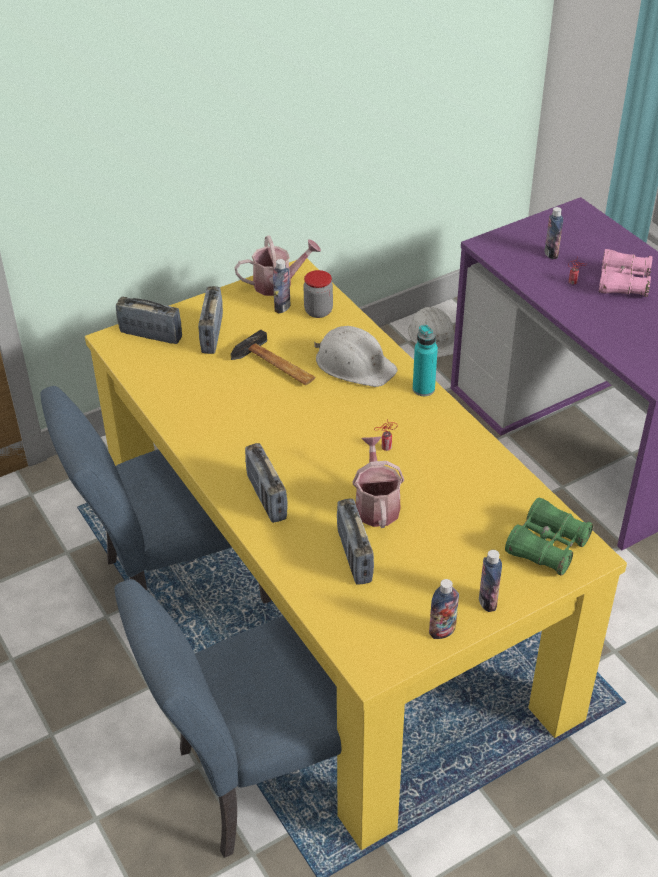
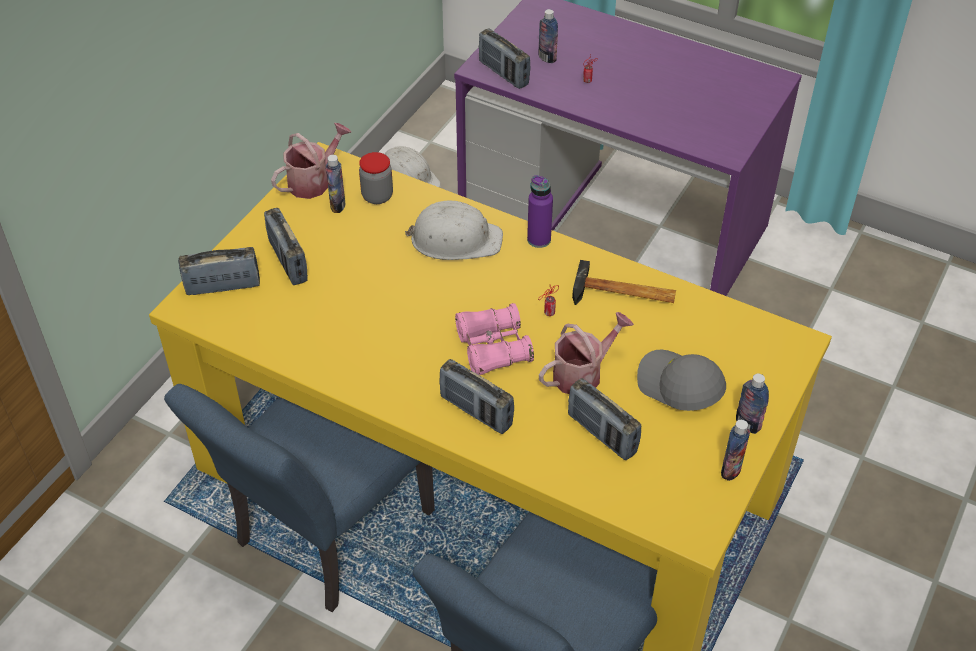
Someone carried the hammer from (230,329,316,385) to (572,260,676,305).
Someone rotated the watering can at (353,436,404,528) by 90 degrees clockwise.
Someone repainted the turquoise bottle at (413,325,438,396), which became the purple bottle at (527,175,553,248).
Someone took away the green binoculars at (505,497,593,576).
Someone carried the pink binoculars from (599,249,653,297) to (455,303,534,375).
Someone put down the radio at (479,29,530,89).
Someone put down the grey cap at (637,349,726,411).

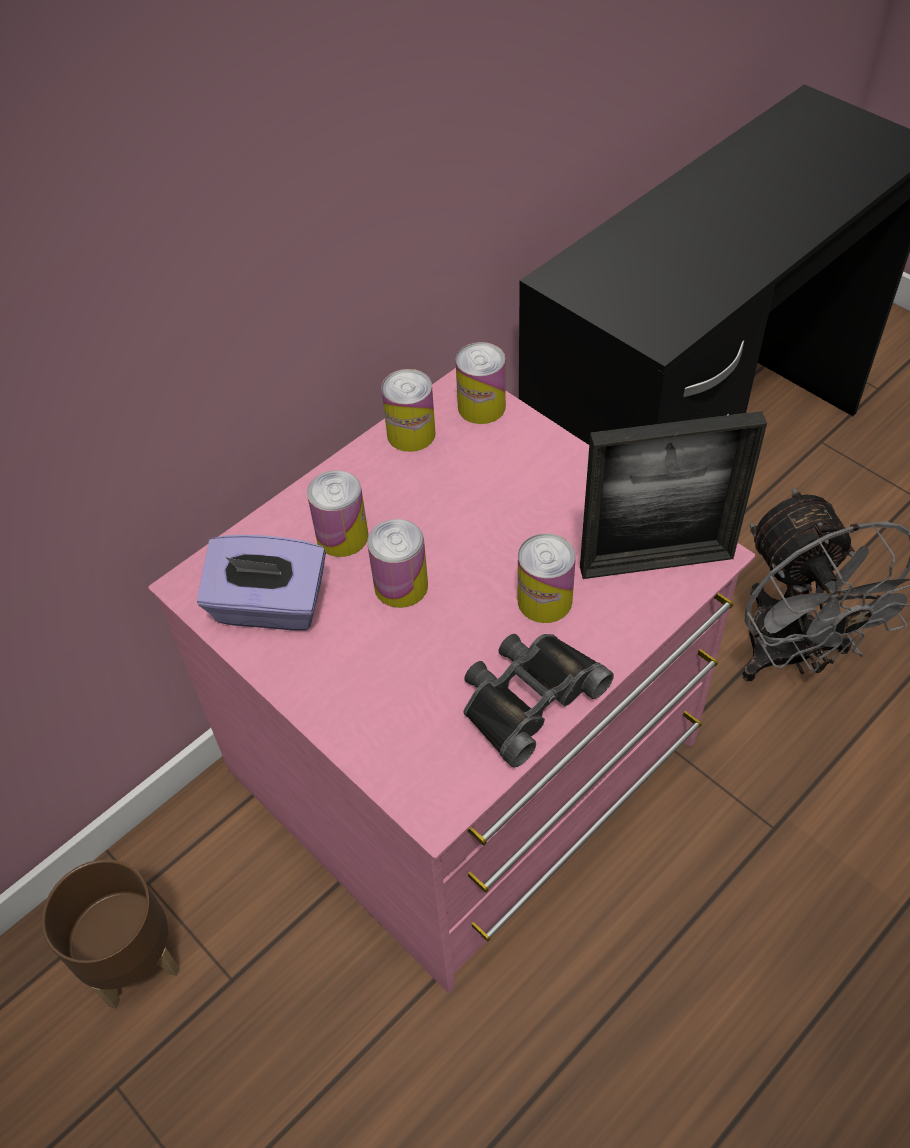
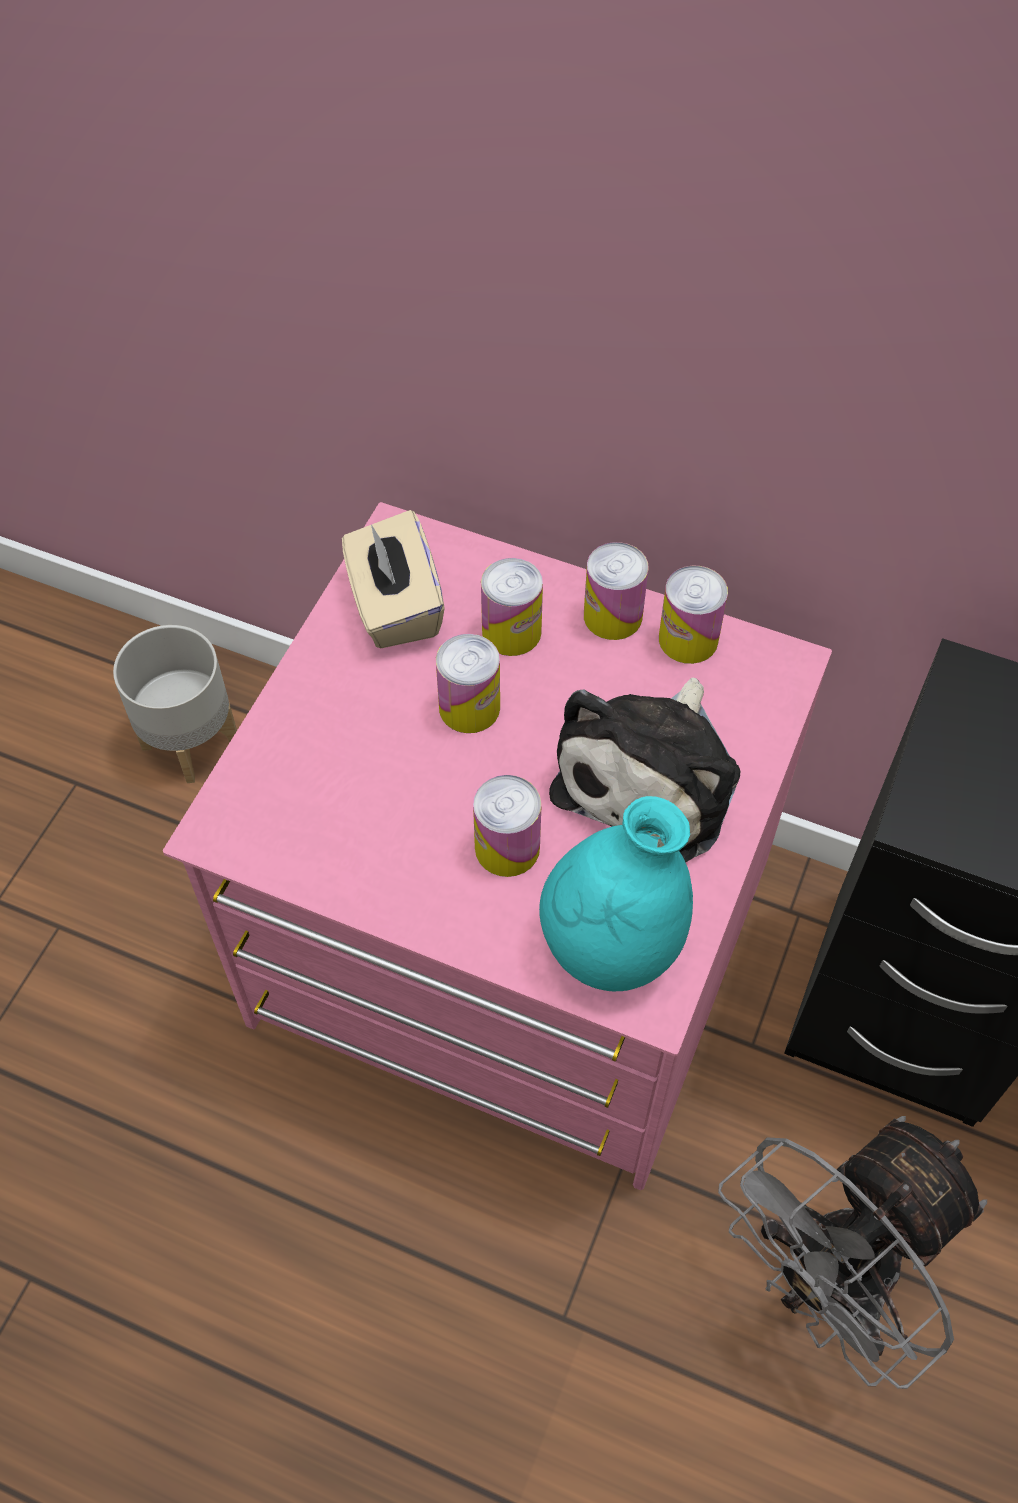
Someone repainted the brown planter at (42,859,180,1009), which became the grey planter at (113,625,237,783).
Someone repainted the purple tissue box at (197,535,326,630), which became the beige tissue box at (342,510,445,648).
Someone carried the can from (455,342,506,424) to (584,542,648,640).
Someone took away the black binoculars at (463,634,614,767).
Someone swapped the picture frame at (580,411,767,579) for the turquoise vase at (539,796,693,991).
Someone put down the plush toy at (549,678,740,862).

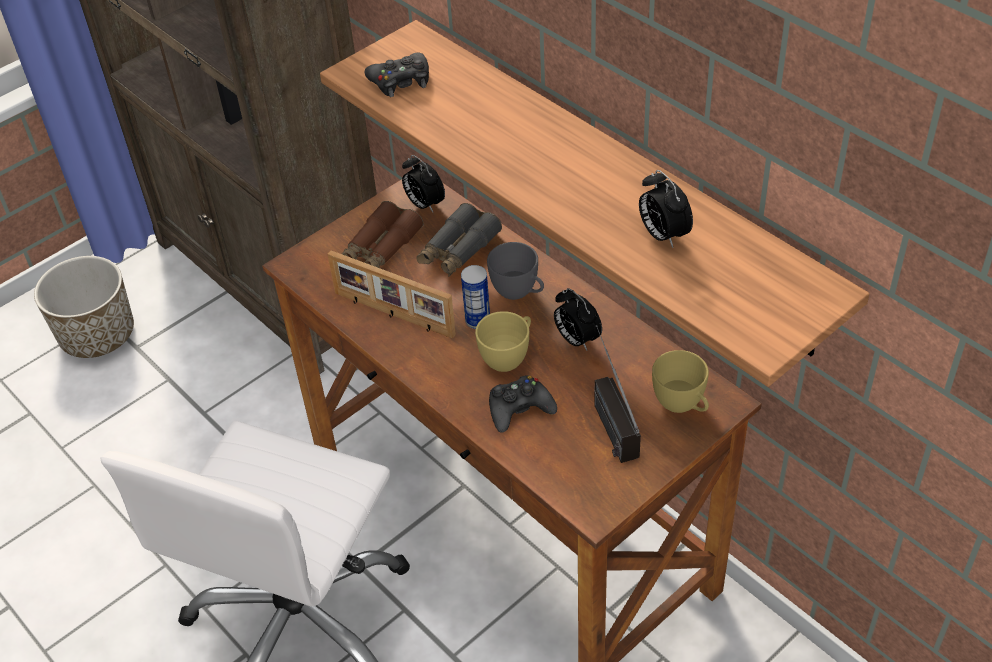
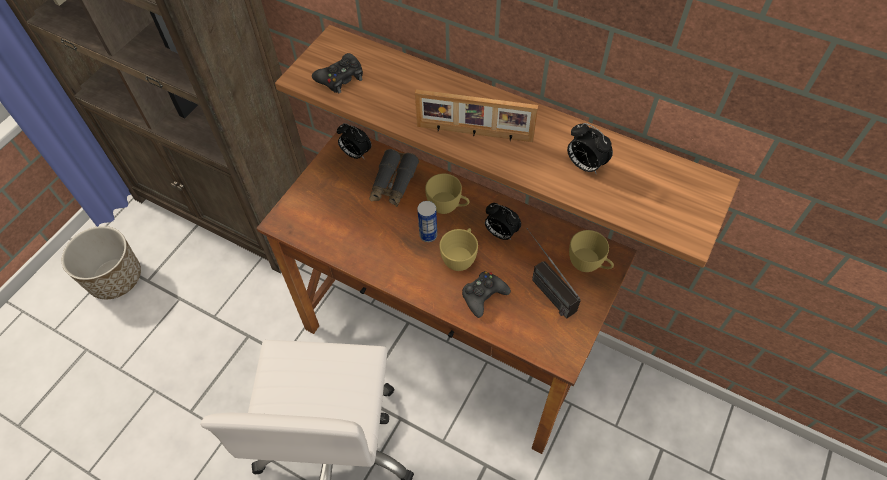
Someone carried the picture frame from (327,250,456,339) to (415,90,538,142).
Someone took away the brown binoculars at (342,201,423,268).
Someone repainted the grey cup at (487,242,544,300), which became the yellow cup at (425,173,469,214).

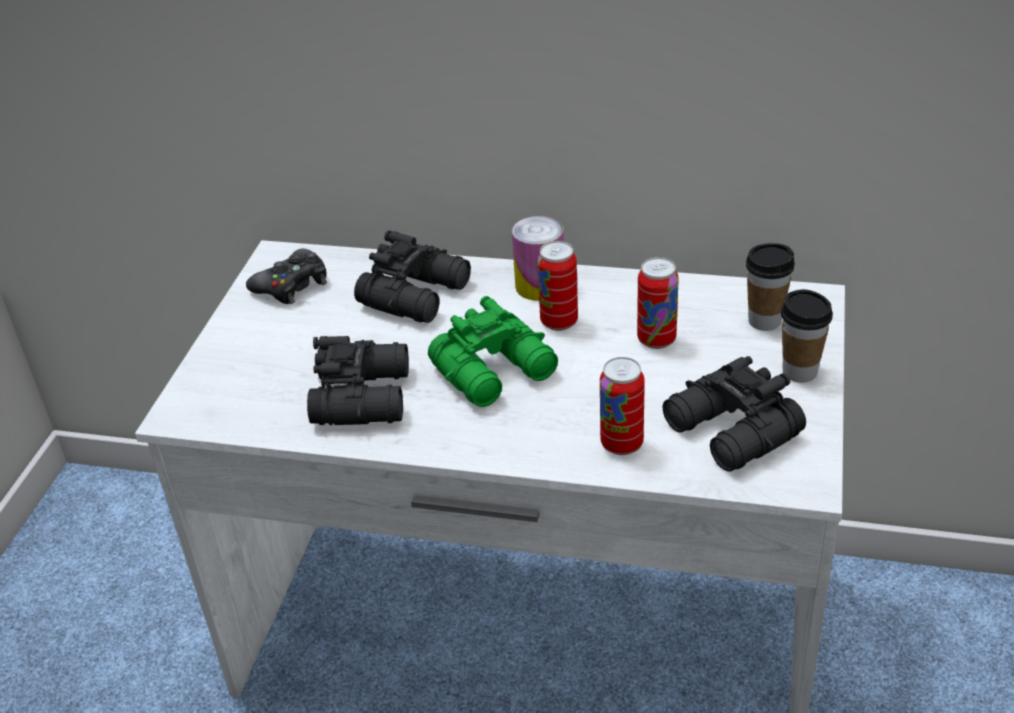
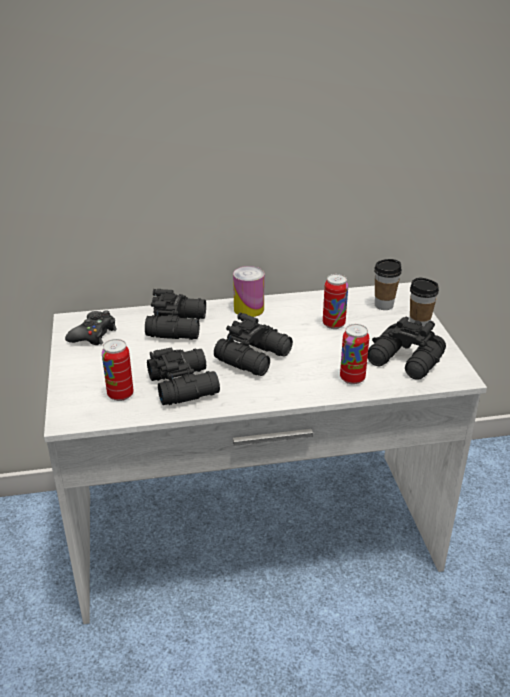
Someone repainted the green binoculars at (428,296,558,407), which became the black binoculars at (214,312,293,376).
Someone carried the can from (537,241,578,331) to (102,339,134,401).

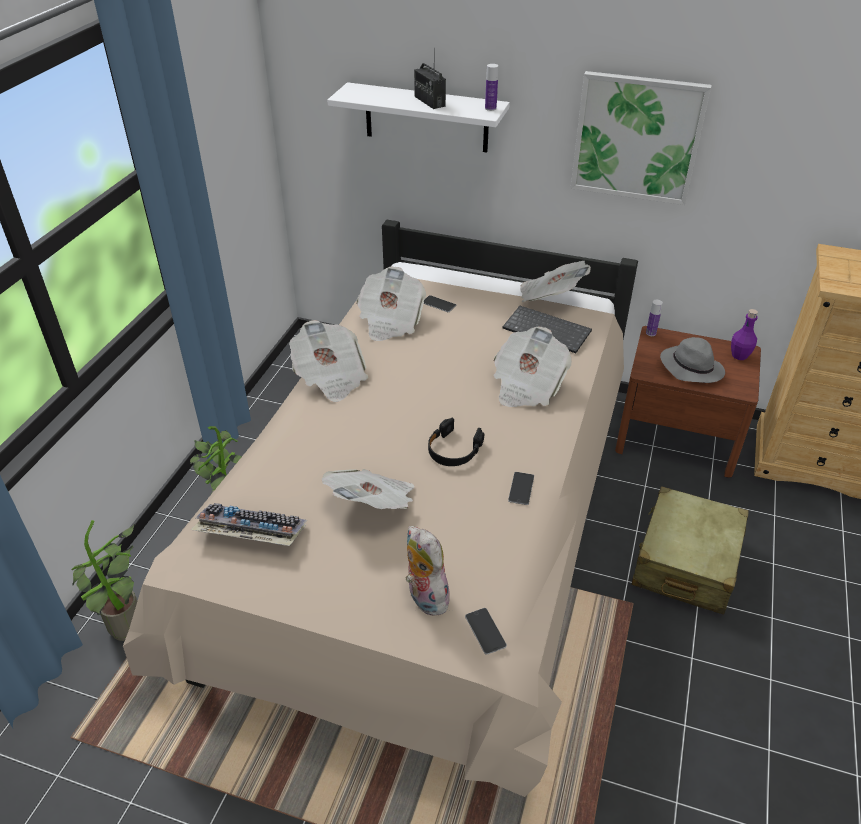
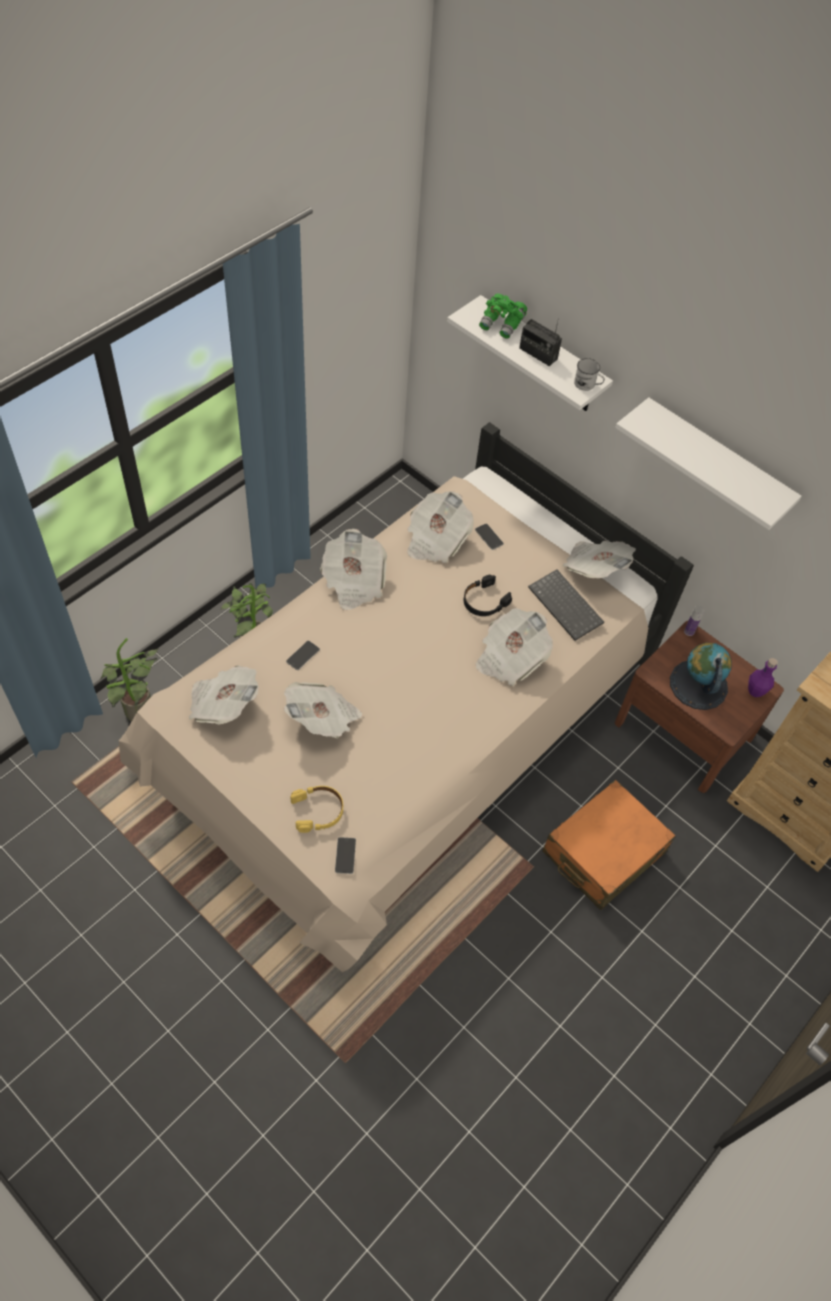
Someone swapped the keyboard at (190,503,307,546) for the newspaper at (189,665,259,725).
Someone swapped the plush toy at (406,526,450,616) for the yellow headphones at (290,786,343,833).
Someone rotated the radio at (414,47,446,109) by 45 degrees counterclockwise.
Someone carried the black headphones from (428,418,484,466) to (464,575,512,616).
Someone swapped the bottle at (485,64,498,111) for the white mug at (574,358,605,391).
Someone carried the phone from (508,472,534,505) to (286,641,320,670).
Someone swapped the picture at (570,71,712,205) for the white shelf at (615,397,802,530).
Someone repainted the beige suitcase at (632,486,749,615), which became the orange suitcase at (542,780,676,910).
Someone swapped the grey hat at (660,337,725,383) for the globe at (670,643,731,710).
Someone put down the green binoculars at (479,294,527,339).

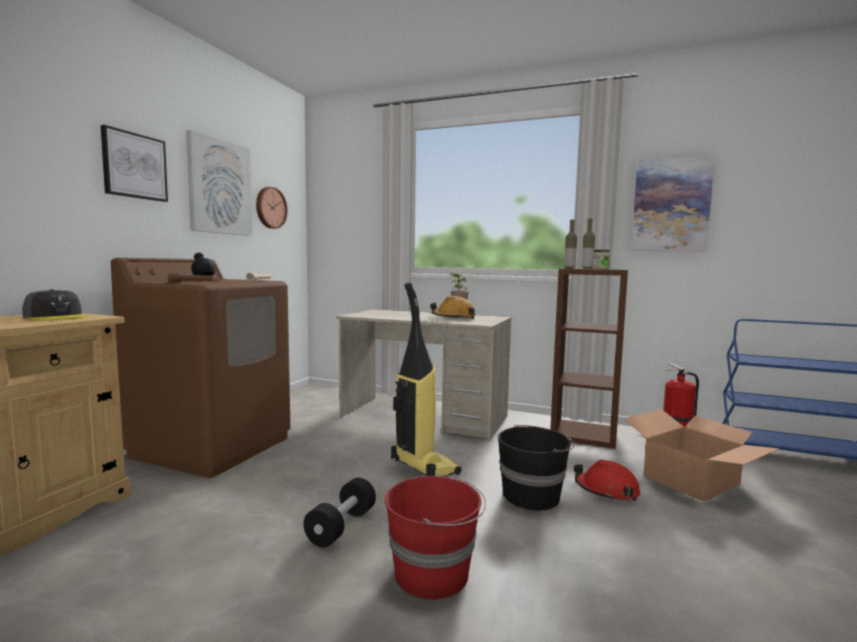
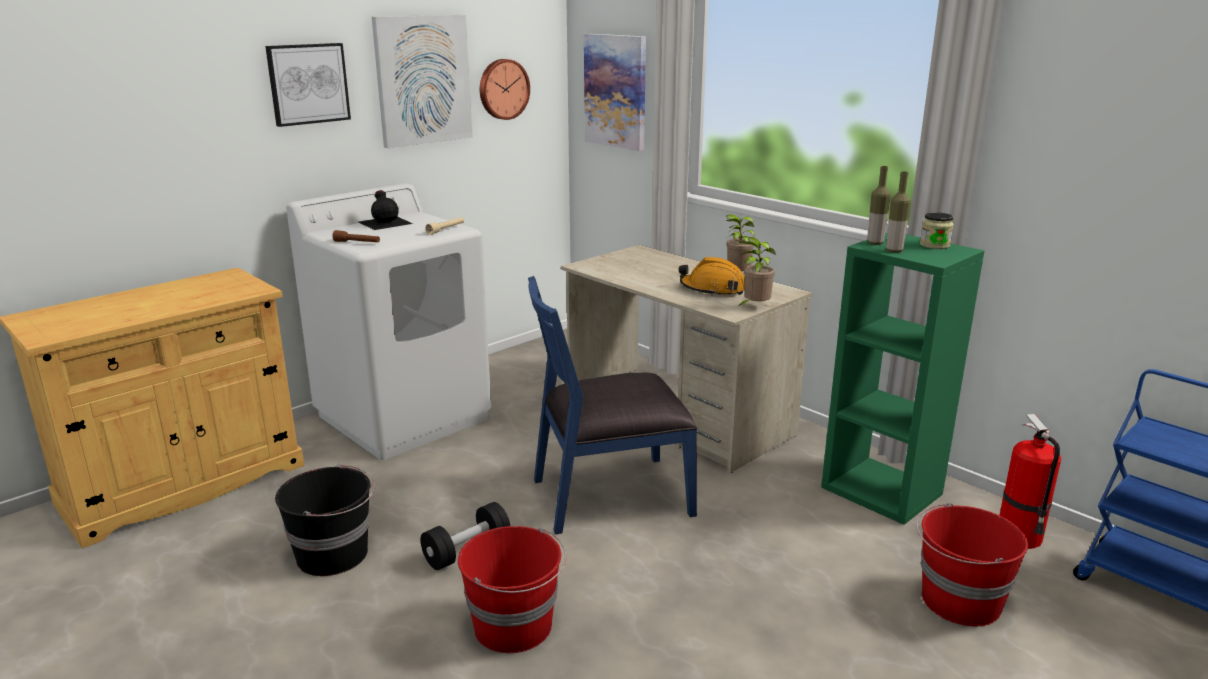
Someone took away the grey cap at (22,289,89,321).
Someone repainted the brown washing machine at (111,258,290,478), which became the white washing machine at (286,183,491,460).
Someone swapped the vacuum cleaner at (391,282,462,477) for the blue chair at (528,276,697,534).
Someone carried the black bucket from (498,425,575,511) to (275,464,375,576).
Someone repainted the brown bookcase at (550,268,628,449), which became the green bookcase at (821,233,984,525).
Someone took away the red hard hat at (574,460,640,501).
Someone swapped the cardboard box at (624,409,779,502) for the red bucket at (916,503,1028,626).
Someone carried the picture from (631,156,715,251) to (584,34,646,151).
Someone put down the potted plant at (739,237,776,306).

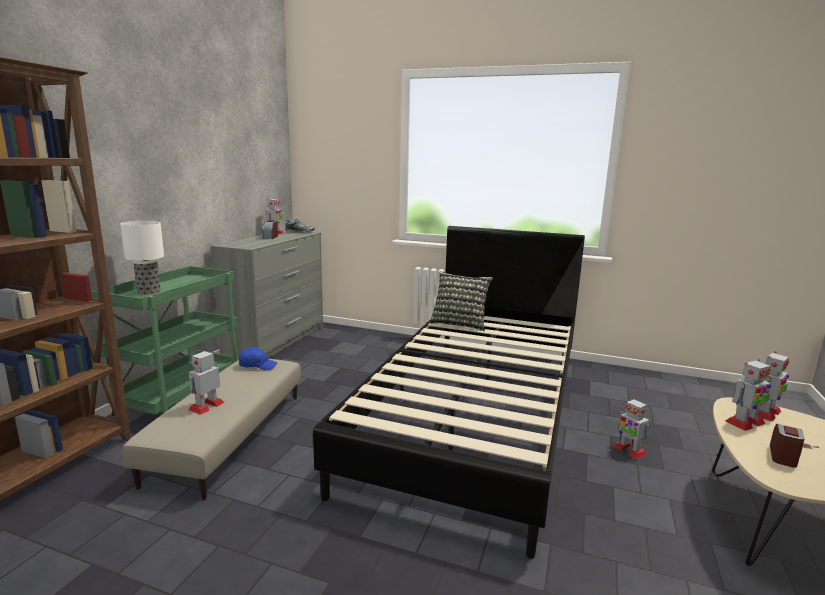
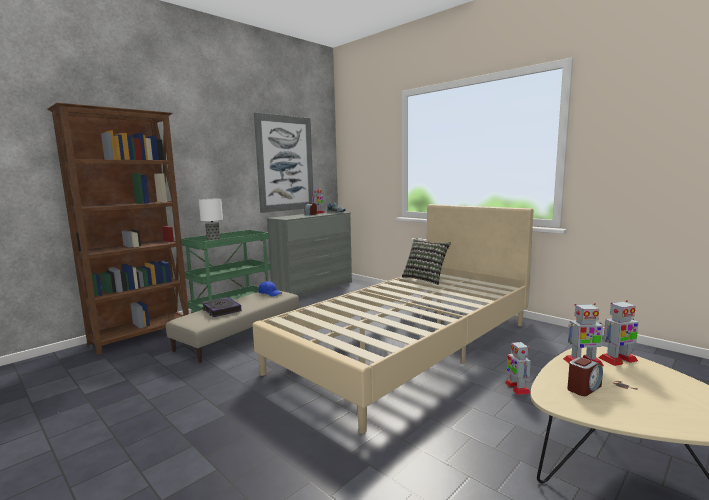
Someone swapped the toy robot at (189,351,225,415) for the book at (202,297,242,317).
Someone repainted the black bed at (313,226,585,559), which became the beige bed at (253,204,533,434).
Someone put up the picture at (254,113,314,213).

